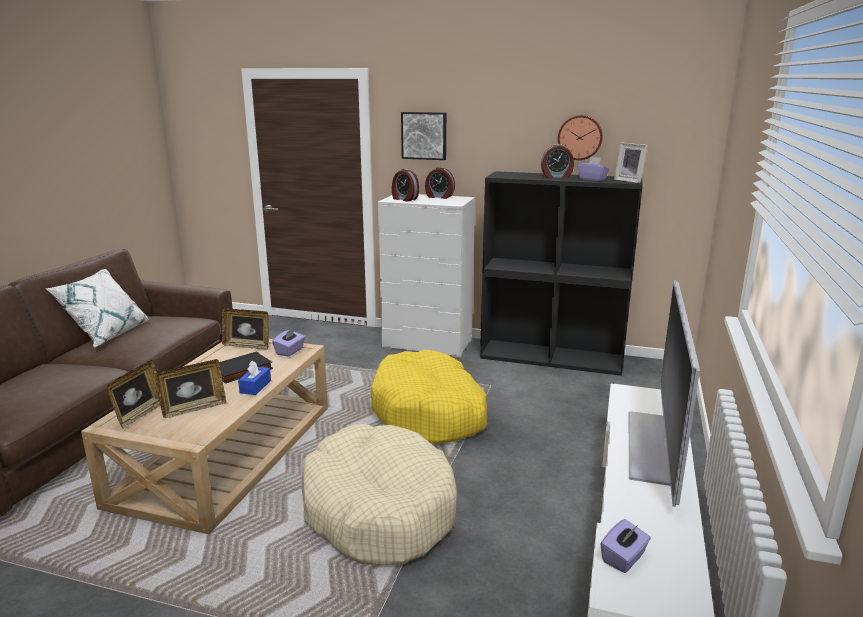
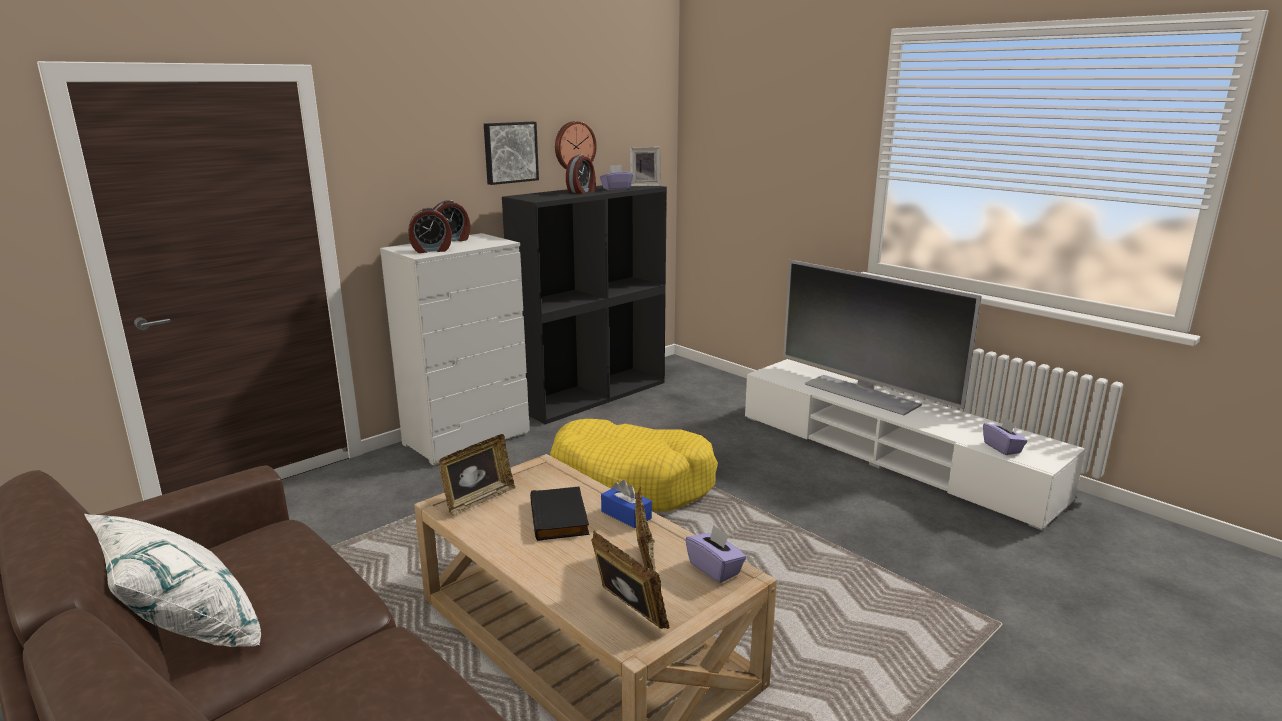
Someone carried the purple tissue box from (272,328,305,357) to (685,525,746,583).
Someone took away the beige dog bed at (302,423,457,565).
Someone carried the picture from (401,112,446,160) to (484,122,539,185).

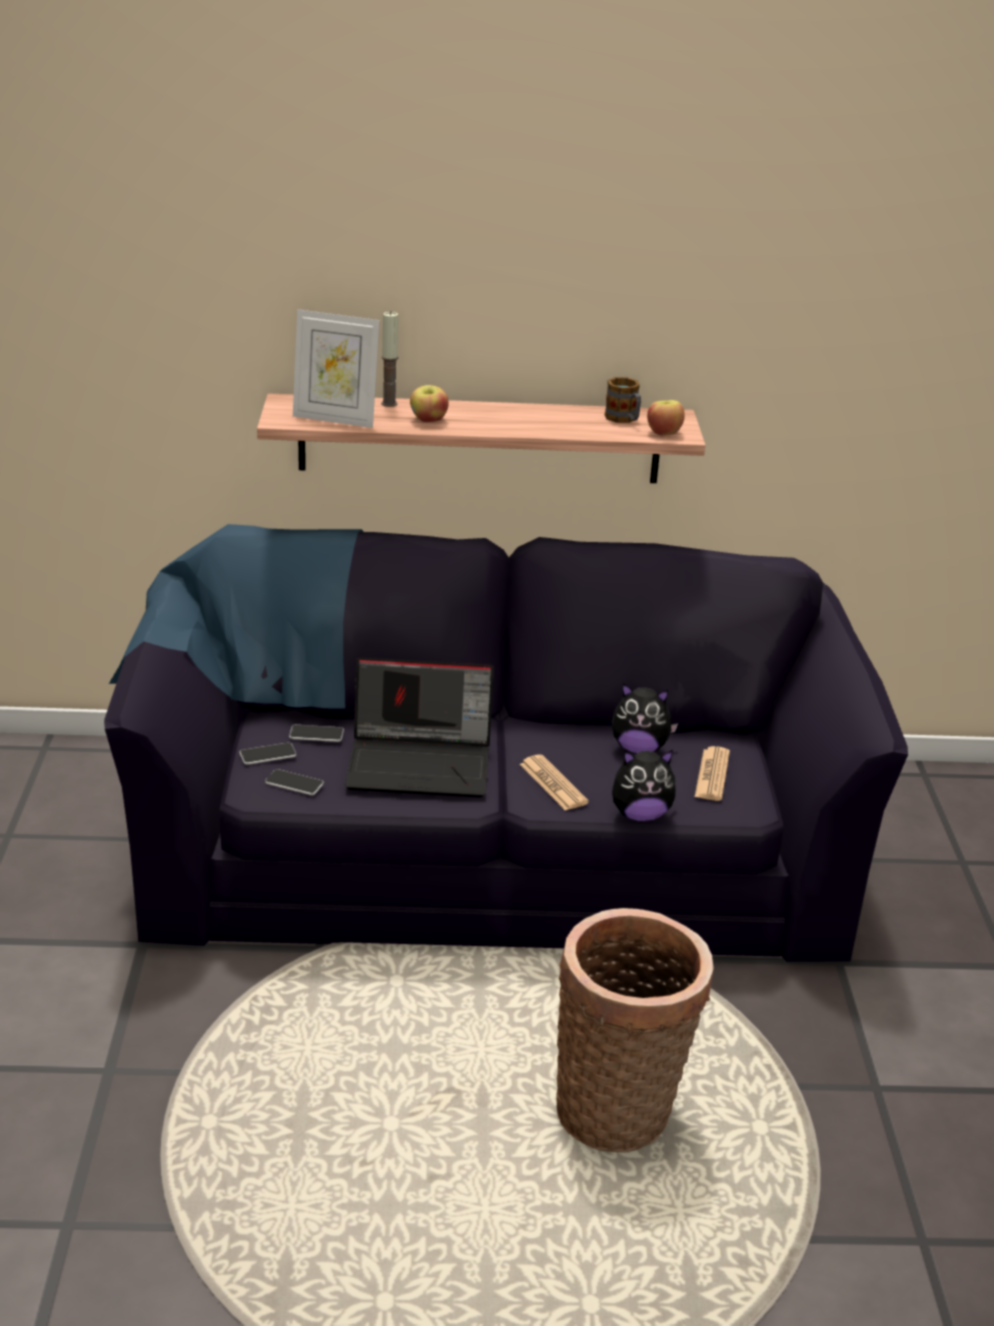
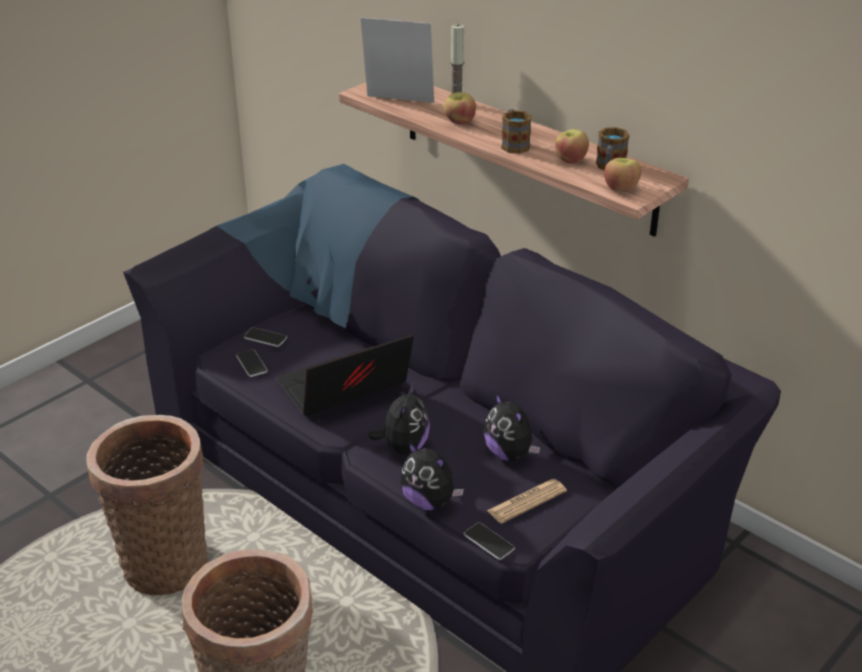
Someone carried the phone from (289,725,344,742) to (464,523,515,560).
Someone rotated the picture frame at (293,309,380,428) by 135 degrees clockwise.
Someone rotated the laptop at (345,657,494,798) by 105 degrees clockwise.
Someone swapped the newspaper at (520,755,589,811) for the plush toy at (368,383,430,454).
Someone put down the basket at (86,415,208,595).
Someone put down the mug at (501,109,532,154).
Someone put down the apple at (555,129,589,164).

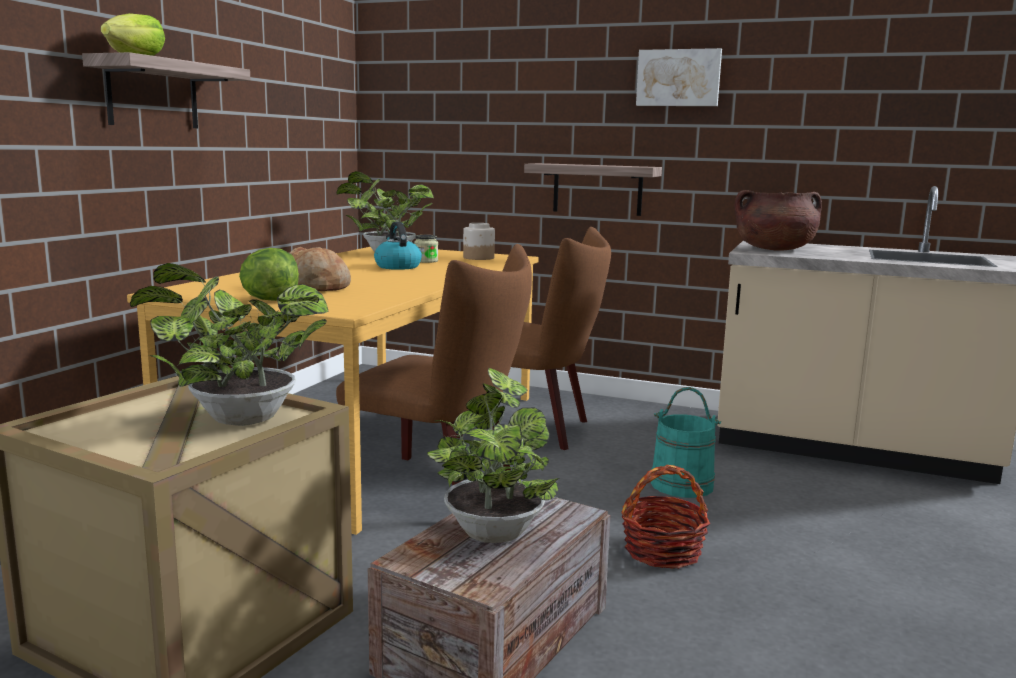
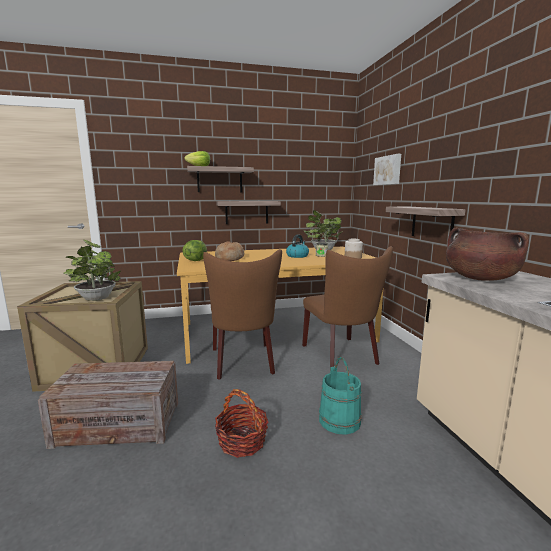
Someone took away the potted plant at (427,368,559,543).
Someone carried the picture from (636,48,722,106) to (373,154,401,185).
Someone put up the shelf at (216,201,281,224).

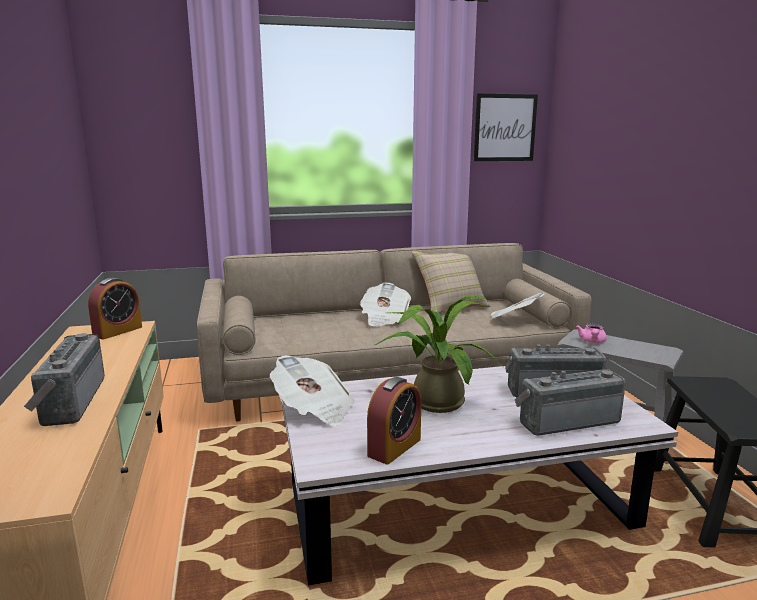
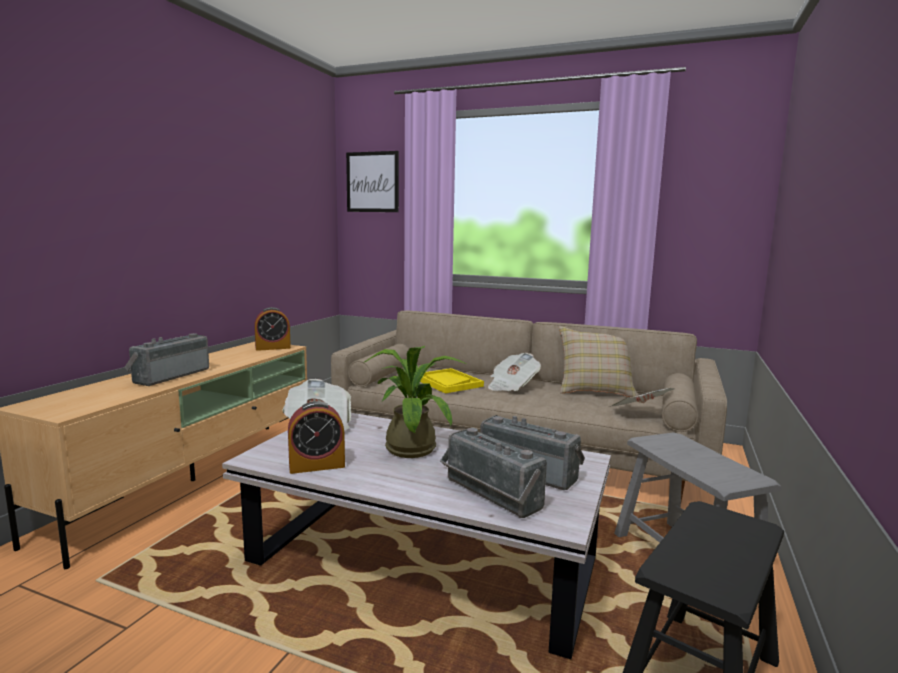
Someone carried the picture from (474,94,538,161) to (346,151,399,212).
Someone rotated the radio at (515,368,626,436) by 150 degrees counterclockwise.
Someone took away the pink teapot at (576,324,607,343).
Someone put down the yellow tray at (420,368,484,394).

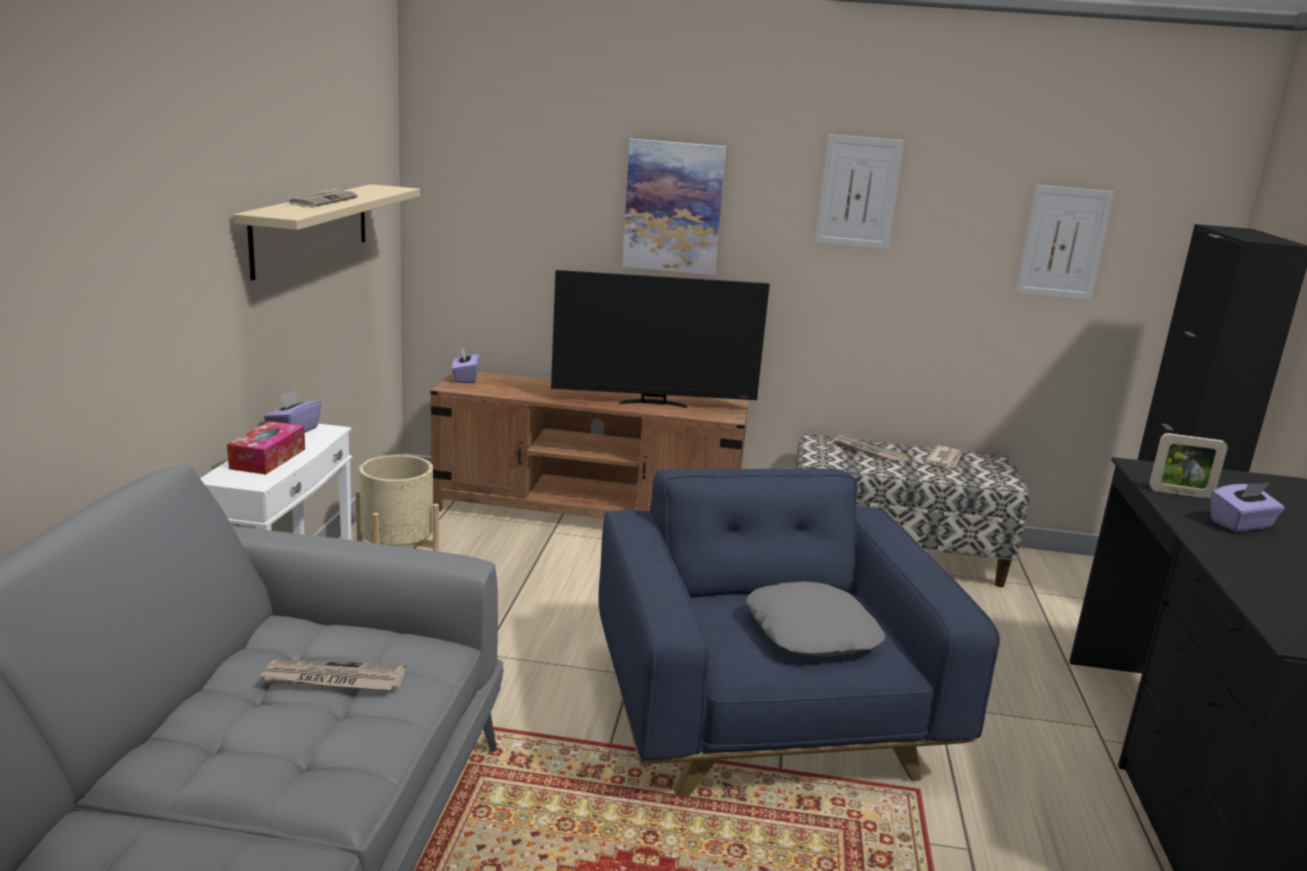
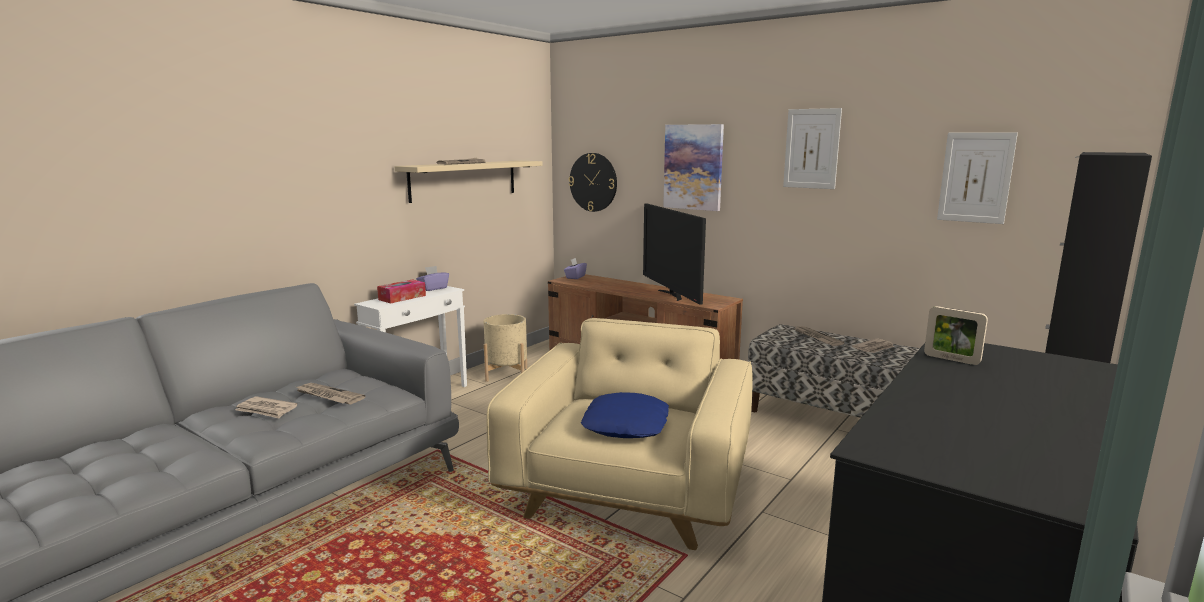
Someone rotated the television at (551,270,770,408) by 45 degrees clockwise.
Someone repainted the blue armchair at (599,468,1000,797), which became the beige armchair at (486,318,753,550).
Someone repainted the grey pillow at (746,581,885,657), which became the blue pillow at (581,392,669,438).
Someone took away the purple tissue box at (1210,483,1285,532).
Someone put down the newspaper at (235,396,298,418).
Someone put up the wall clock at (569,153,617,212).

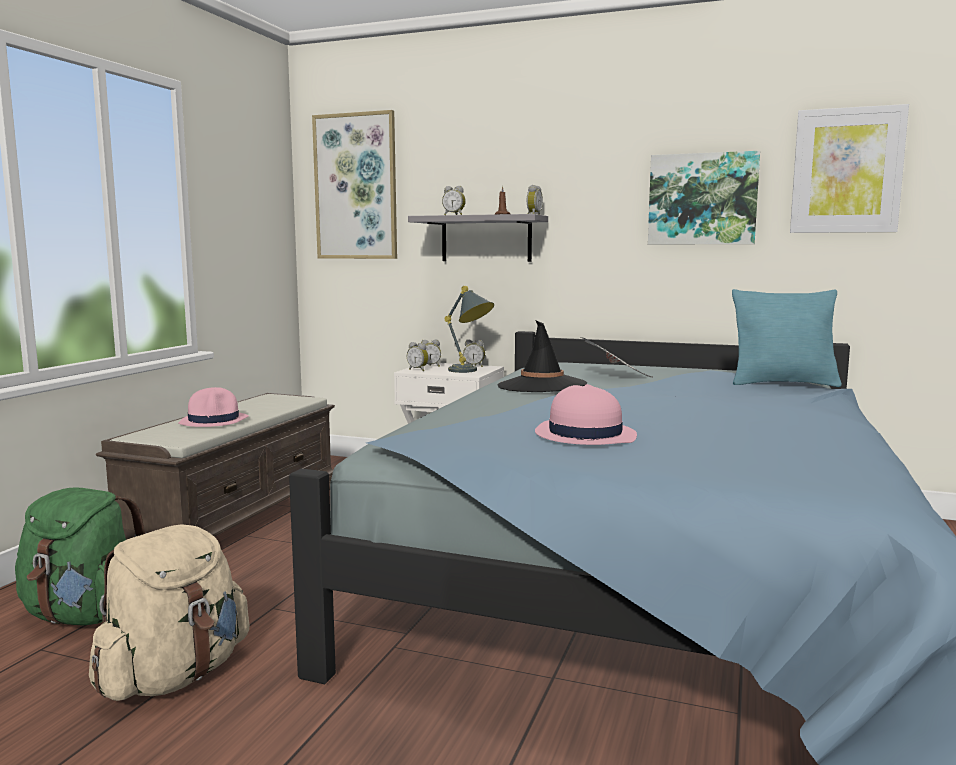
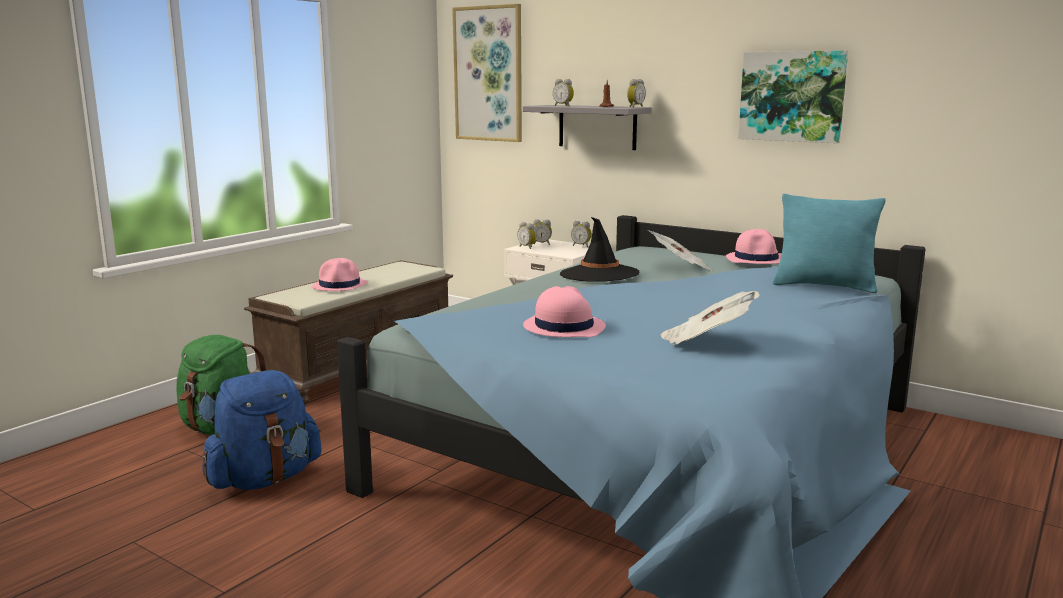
Someone repainted the beige backpack at (89,524,249,701), which became the blue backpack at (202,370,321,490).
Someone took away the grey table lamp at (445,286,494,373).
Someone took away the picture at (790,104,909,233).
Someone put down the newspaper at (661,291,760,345).
Someone put down the pink hat at (726,229,782,264).

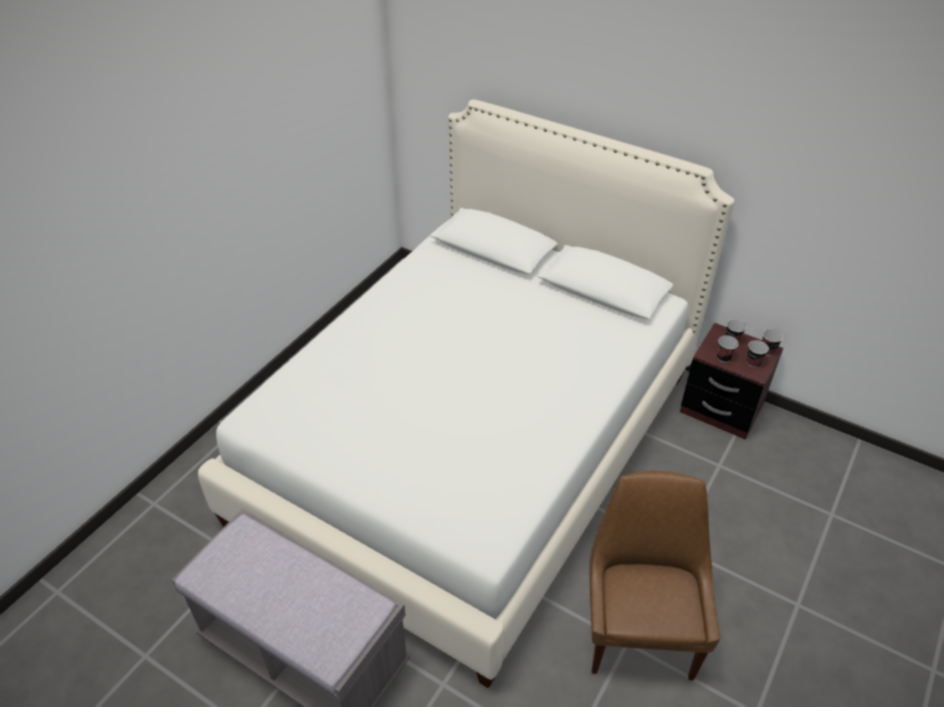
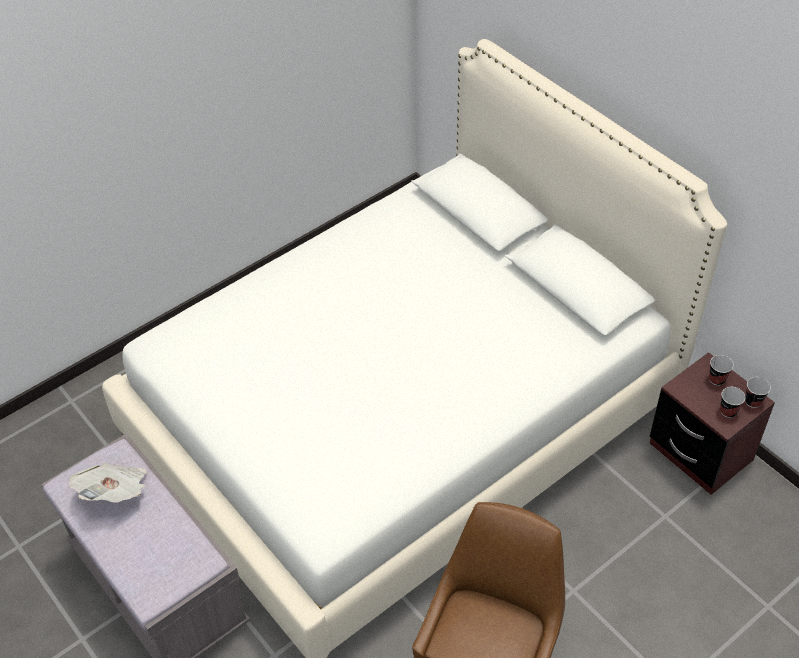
Someone took away the cup at (717,335,739,363).
Someone put down the newspaper at (69,463,147,503).

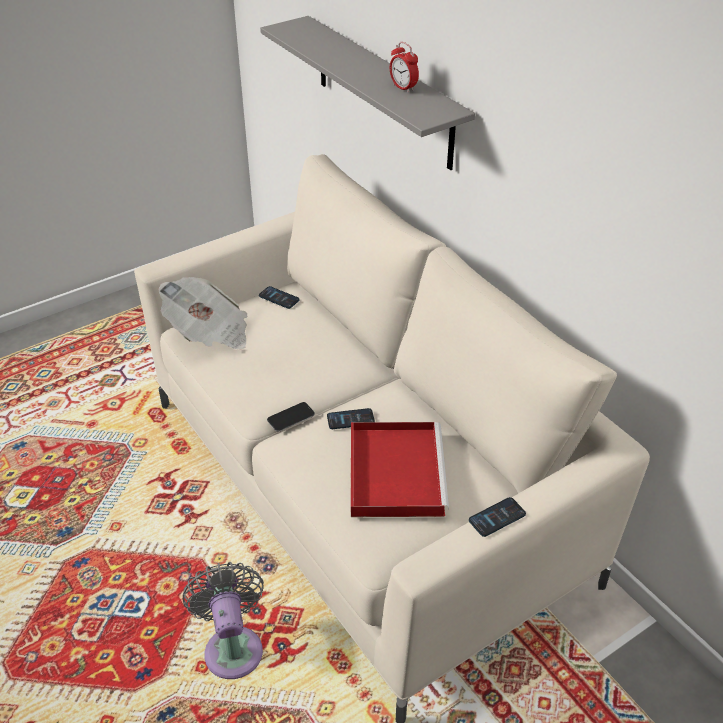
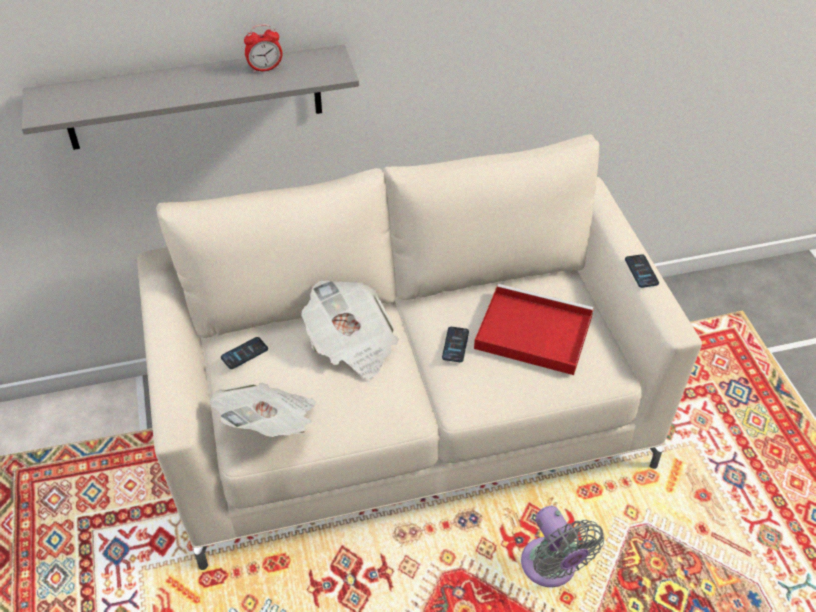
Someone rotated the grey fan at (183,562,264,679) by 120 degrees counterclockwise.
Someone took away the phone at (267,402,315,432).
Someone put down the newspaper at (301,281,399,379).

